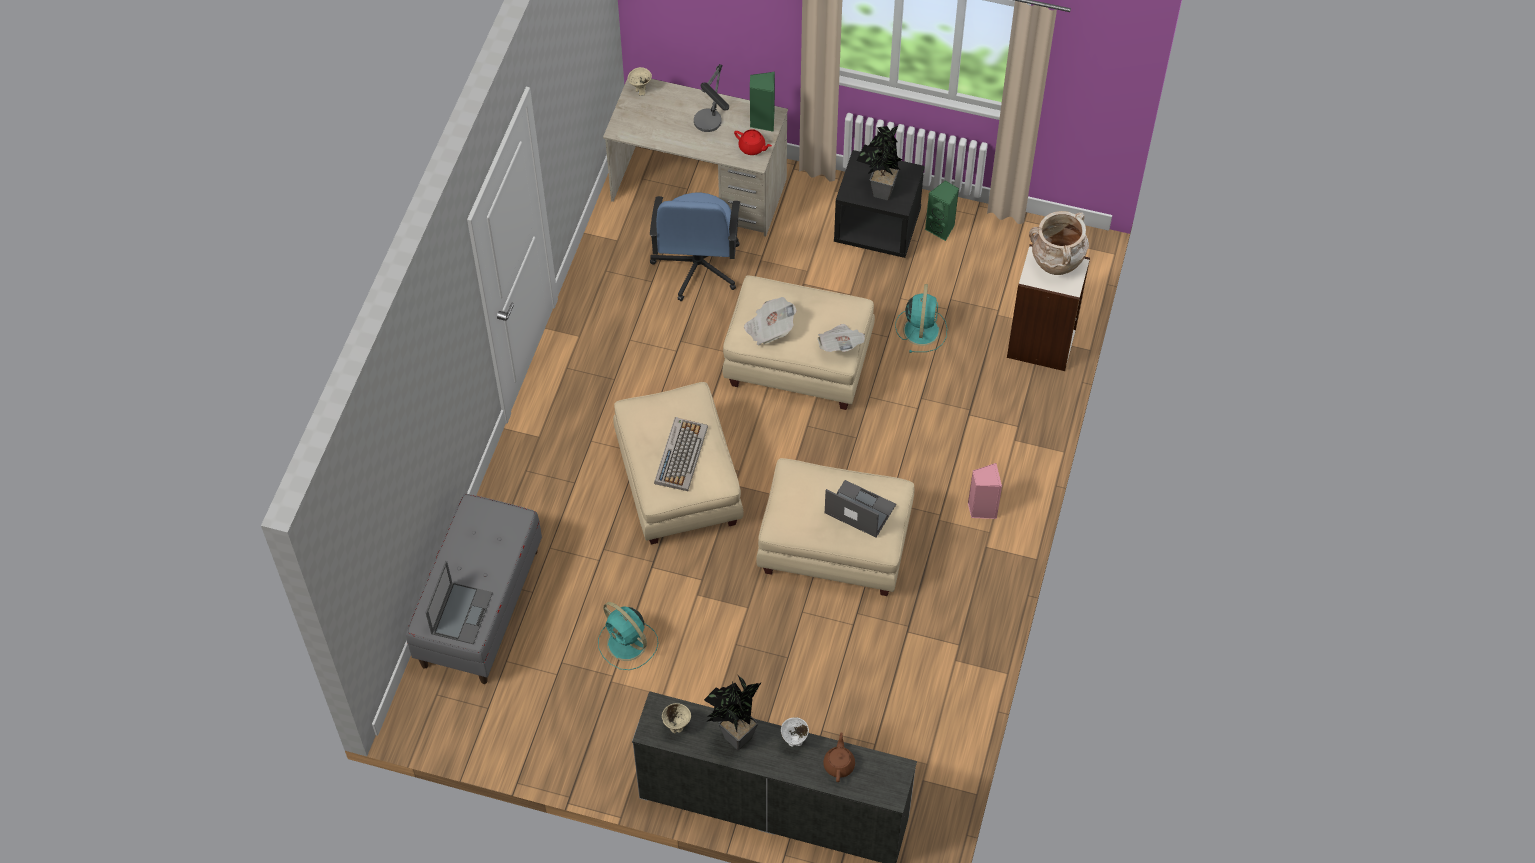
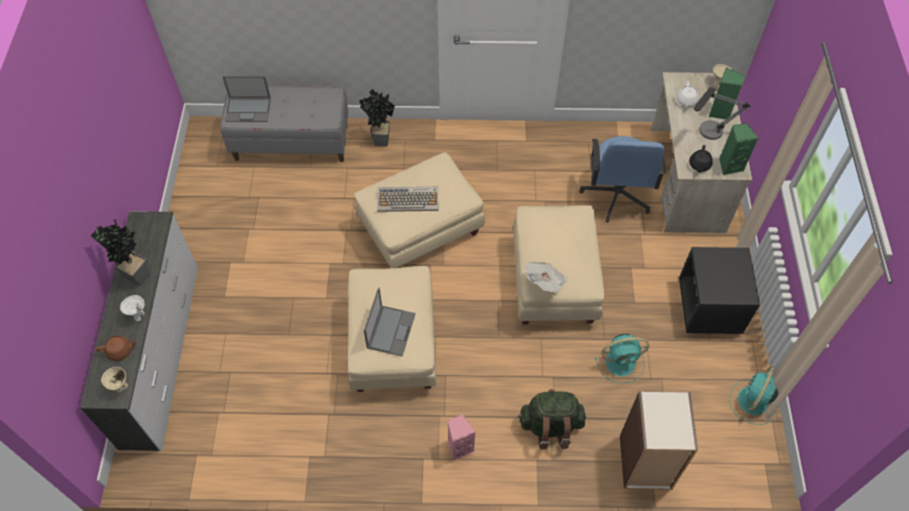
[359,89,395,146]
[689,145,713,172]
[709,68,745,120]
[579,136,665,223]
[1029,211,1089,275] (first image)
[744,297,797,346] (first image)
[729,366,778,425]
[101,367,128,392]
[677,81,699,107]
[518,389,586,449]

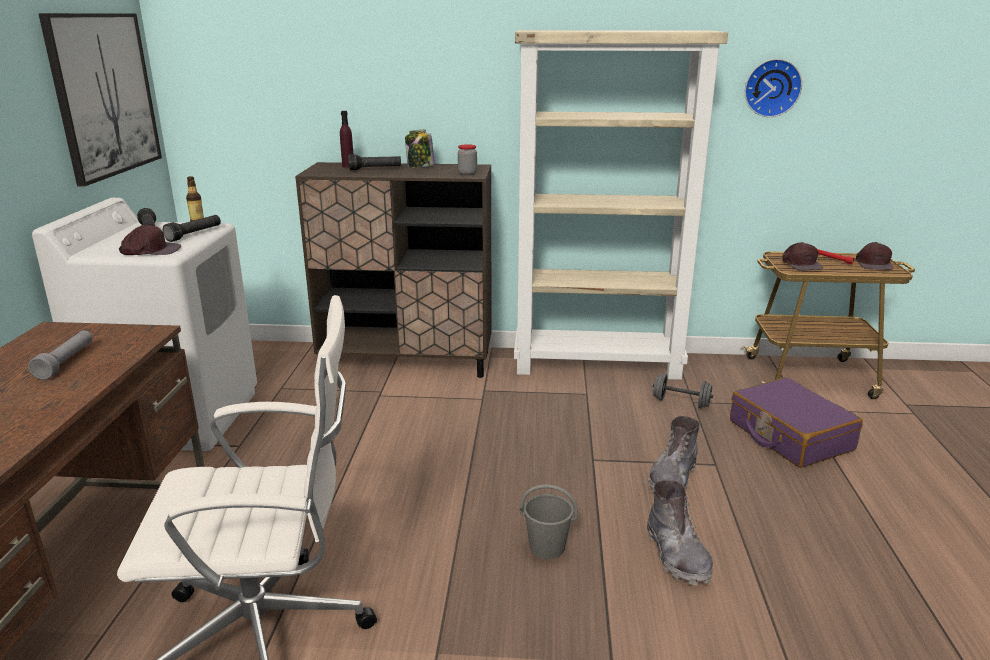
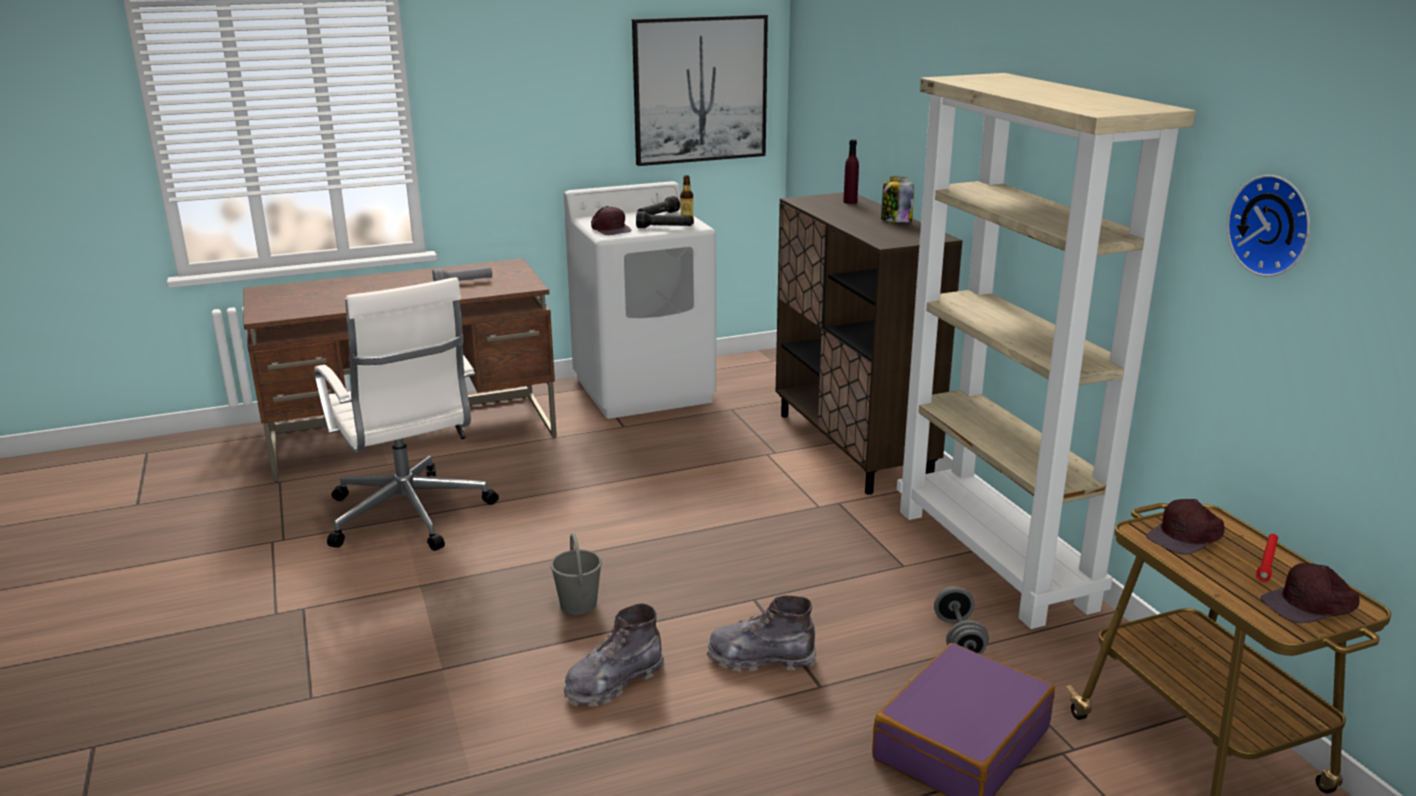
[458,144,477,175] (first image)
[349,154,401,170] (first image)

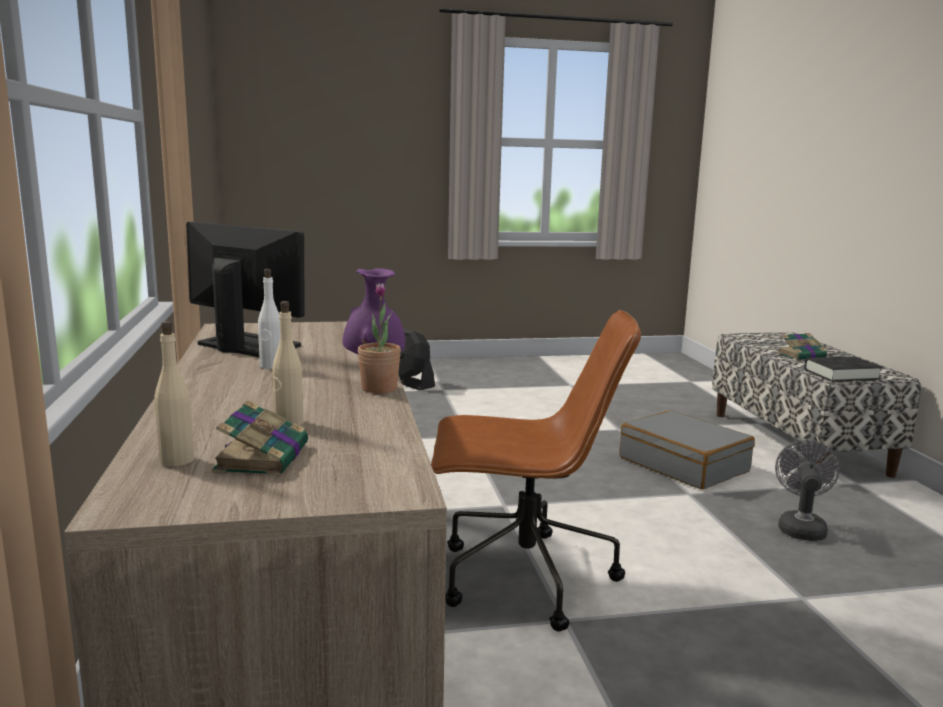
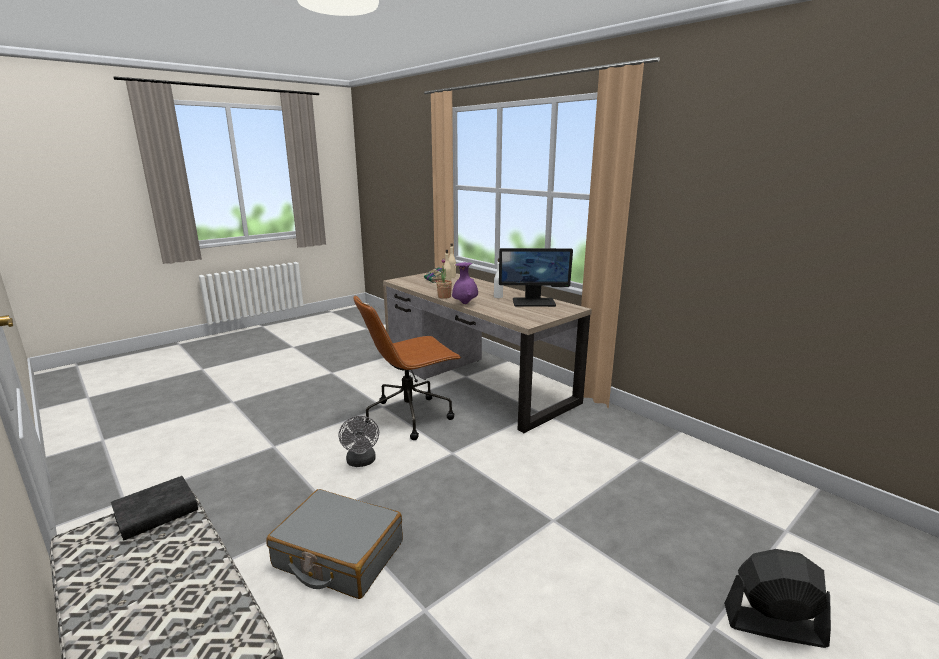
[777,333,828,360] (first image)
[339,416,379,467]

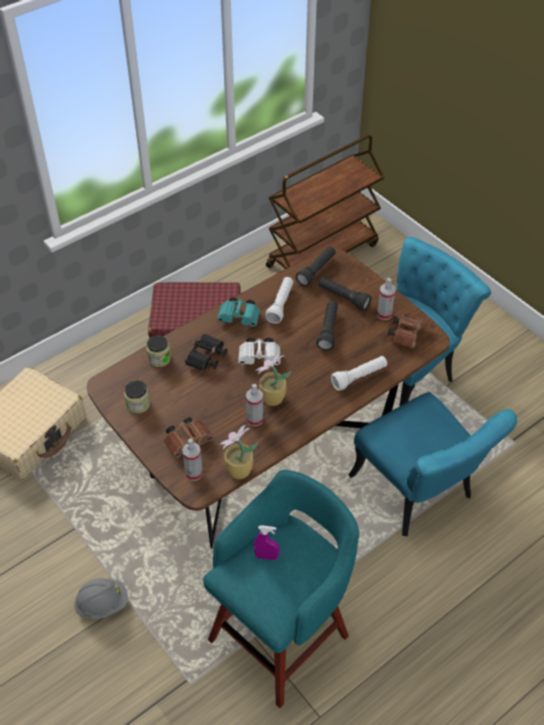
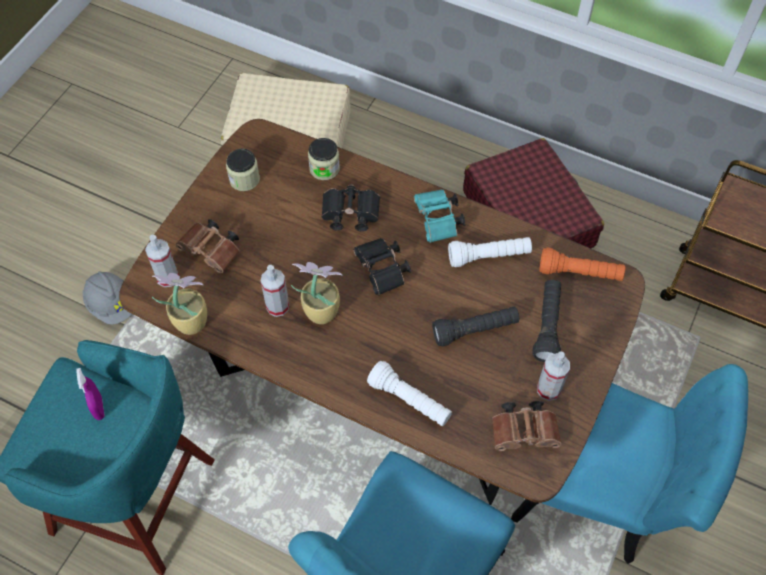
[539,247,625,281]
[353,238,411,295]

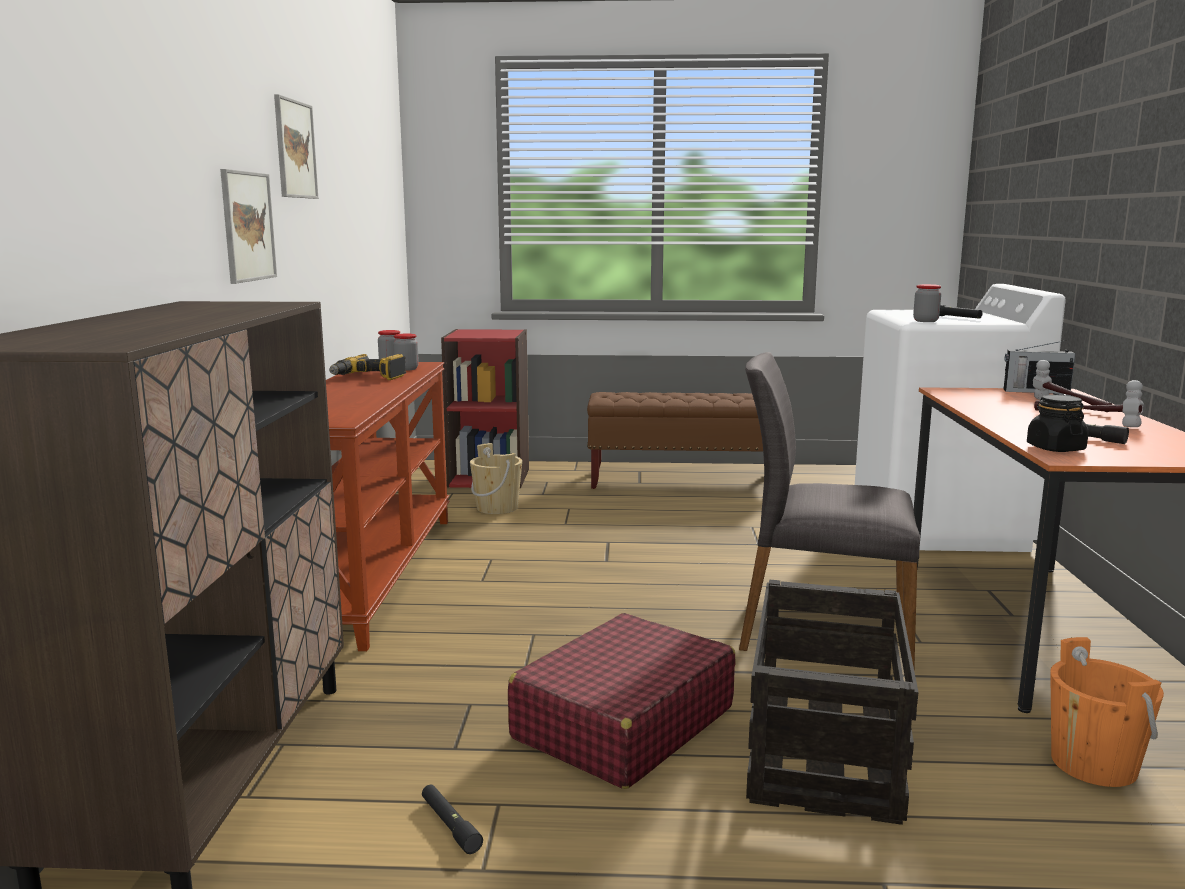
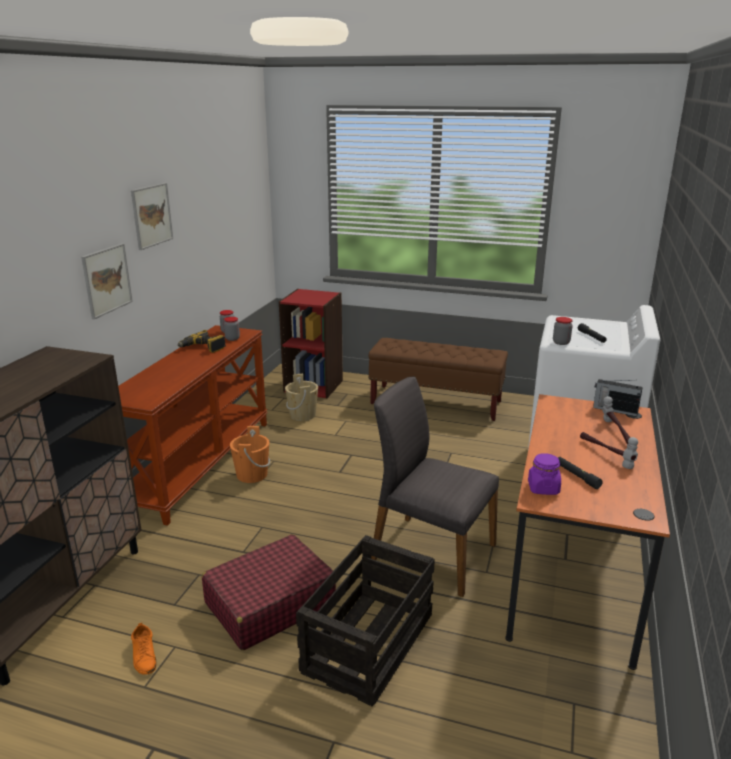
[528,453,561,495]
[230,426,270,483]
[131,623,156,675]

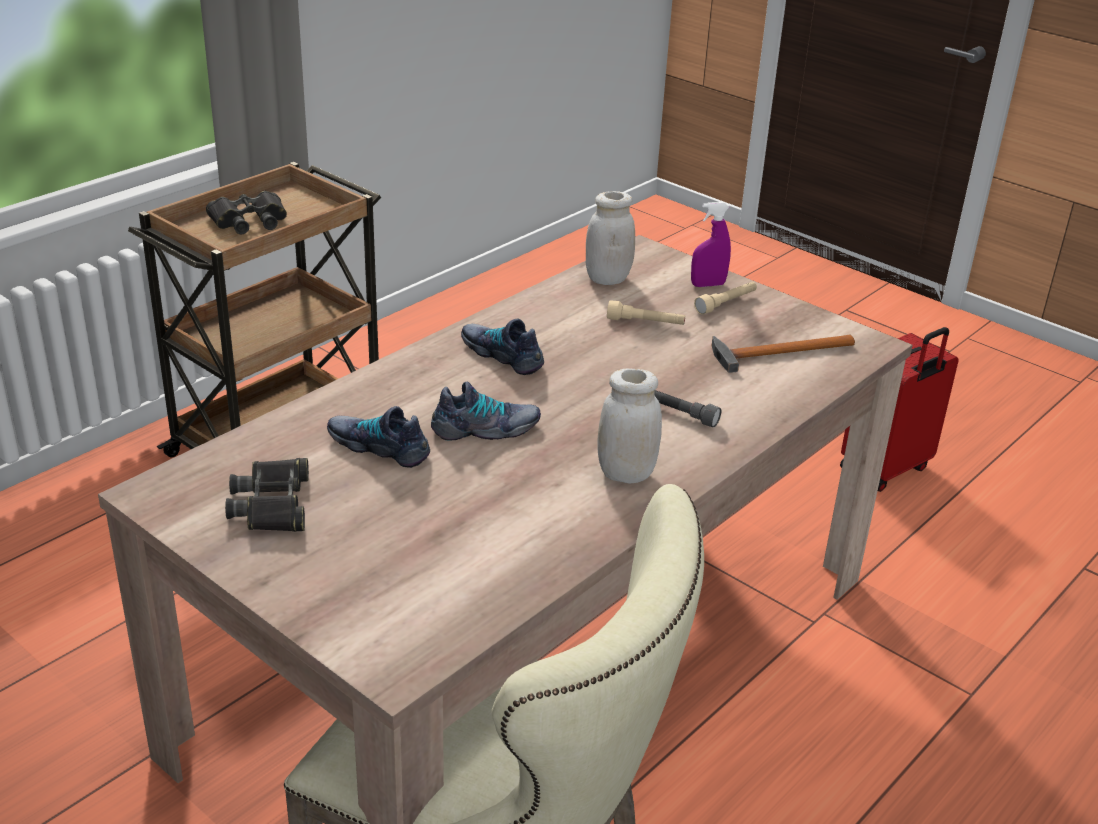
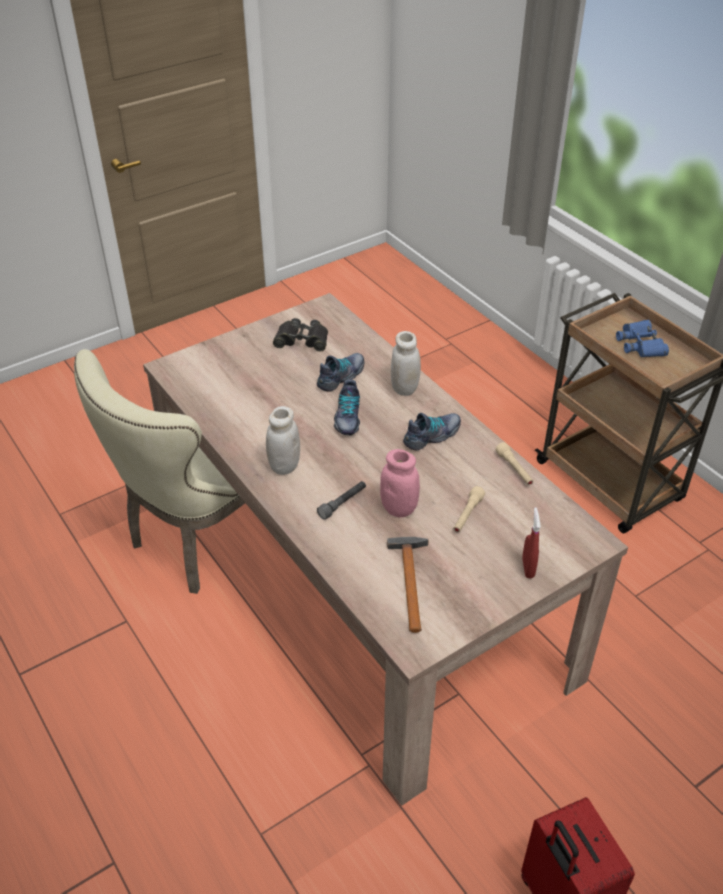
[616,320,669,357]
[391,331,421,396]
[522,507,541,579]
[496,442,533,485]
[380,449,420,517]

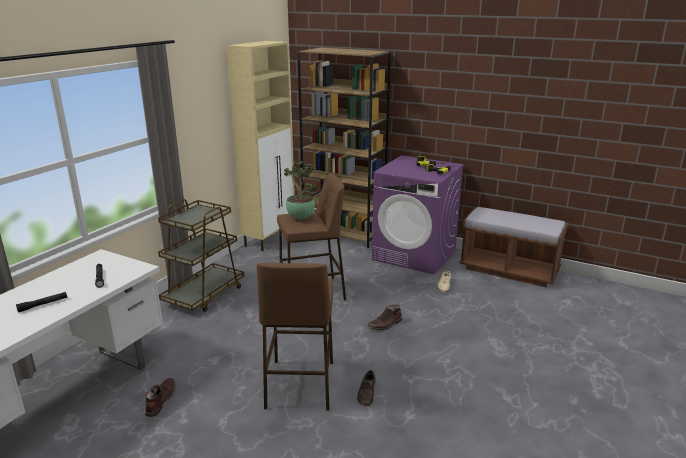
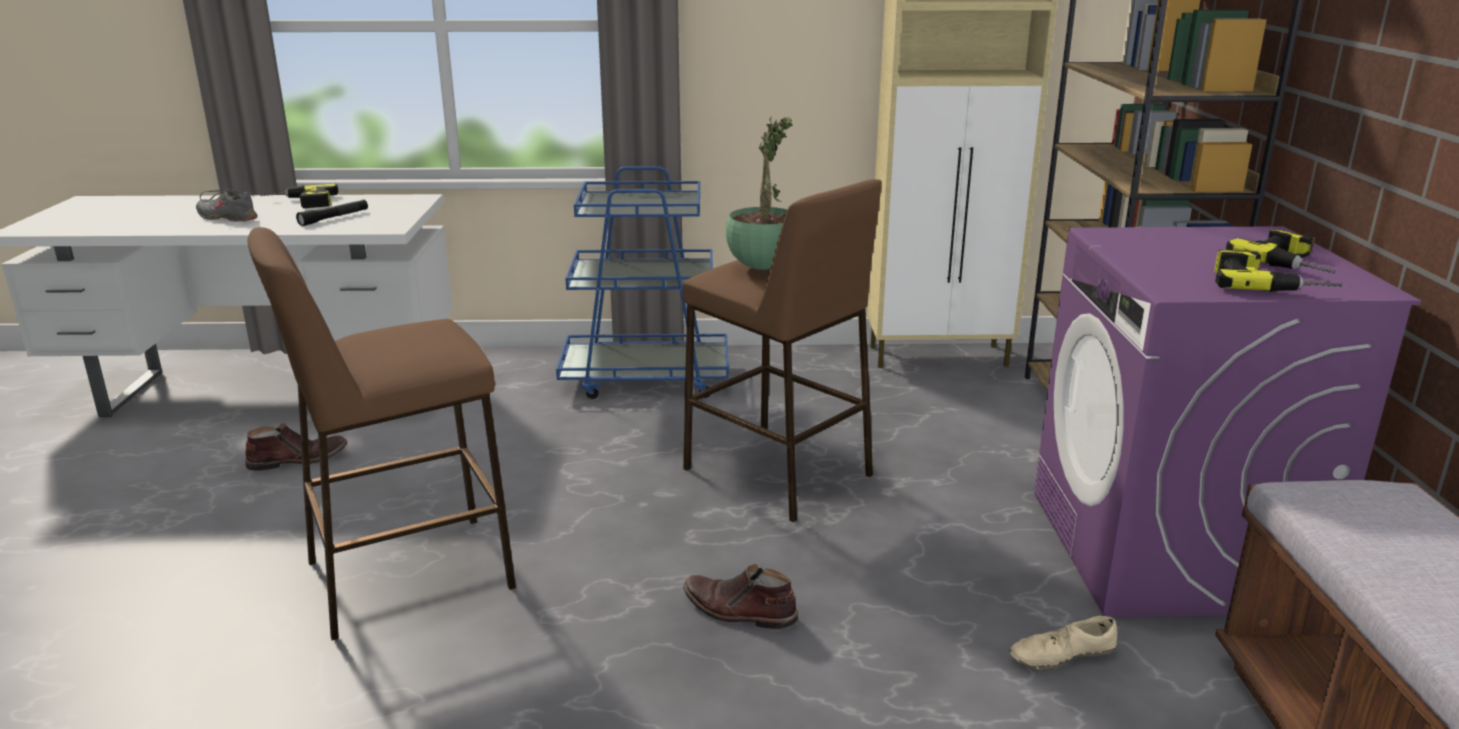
[556,166,729,399]
[196,188,257,222]
[357,370,375,406] (first image)
[260,184,339,209]

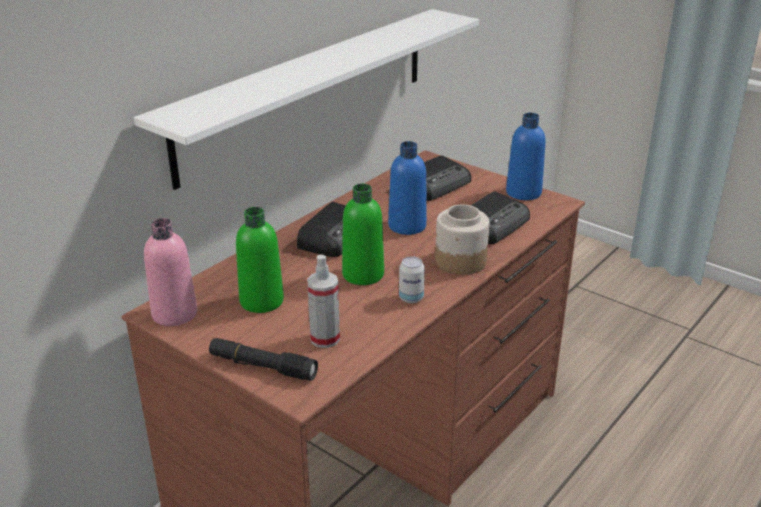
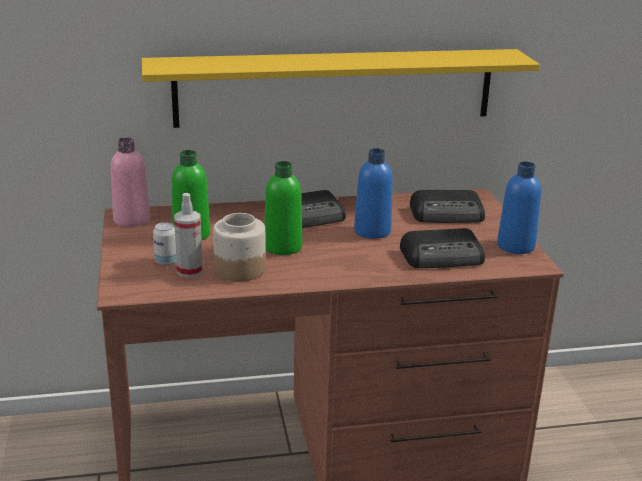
[142,49,540,128]
[213,213,266,282]
[153,222,176,265]
[209,338,318,381] (first image)

